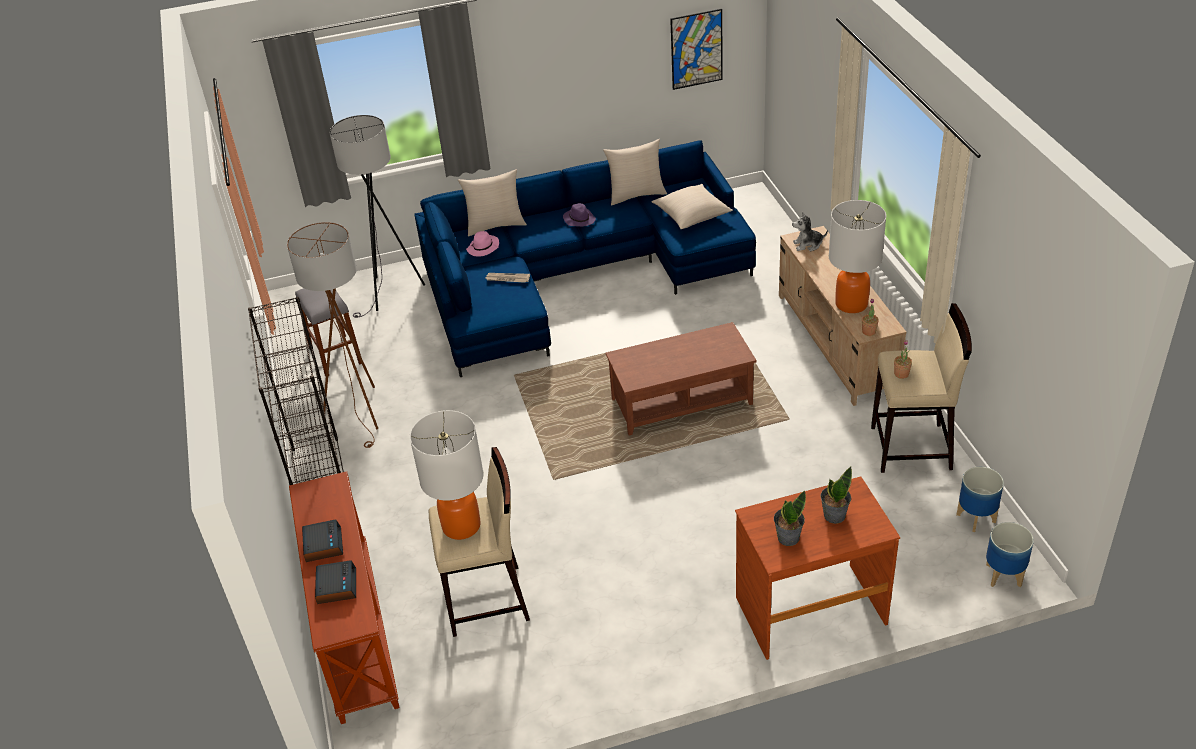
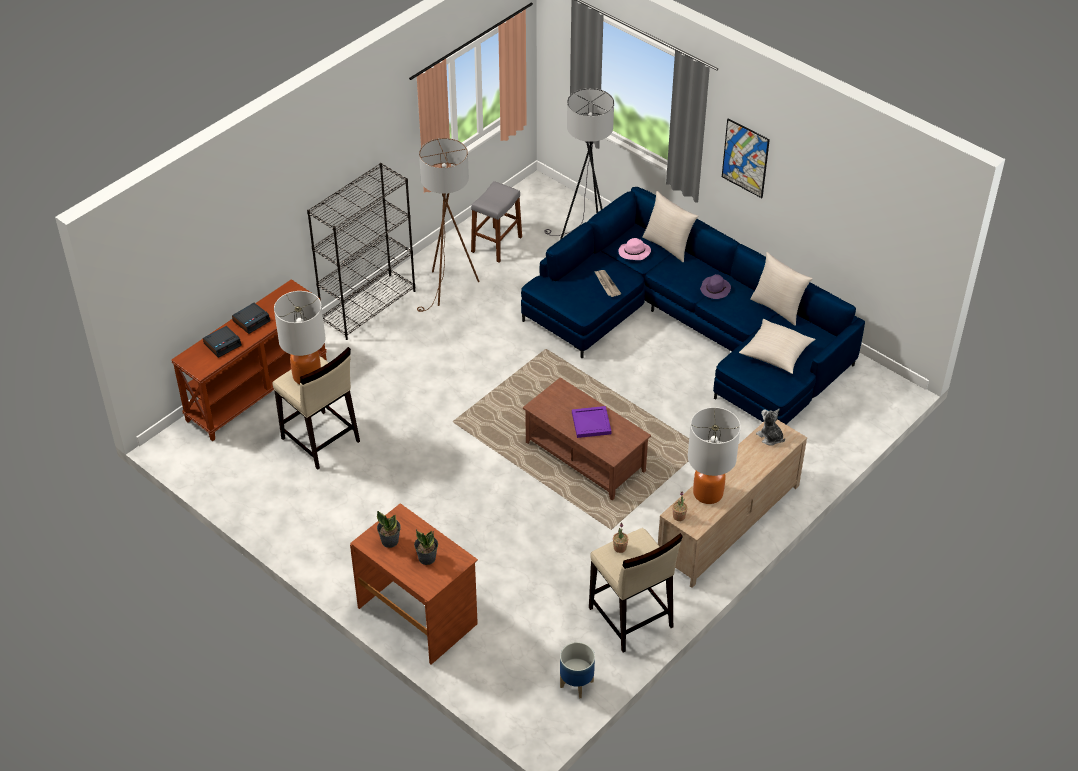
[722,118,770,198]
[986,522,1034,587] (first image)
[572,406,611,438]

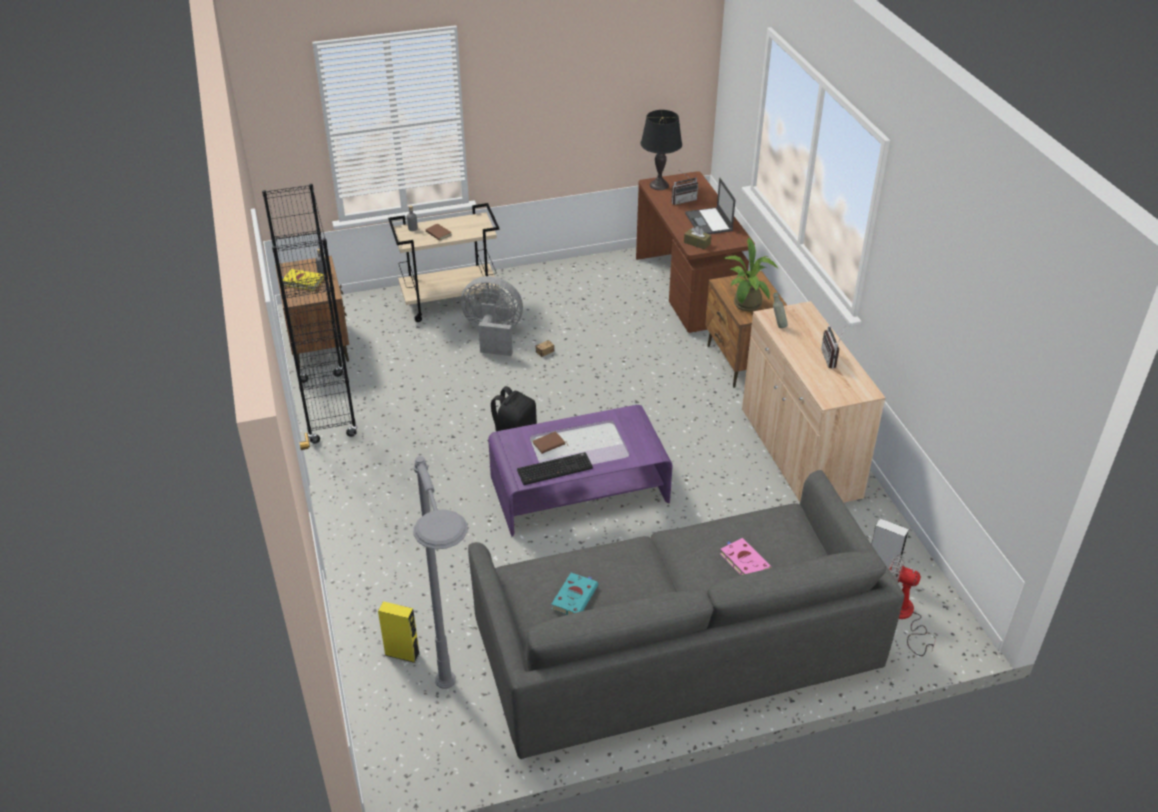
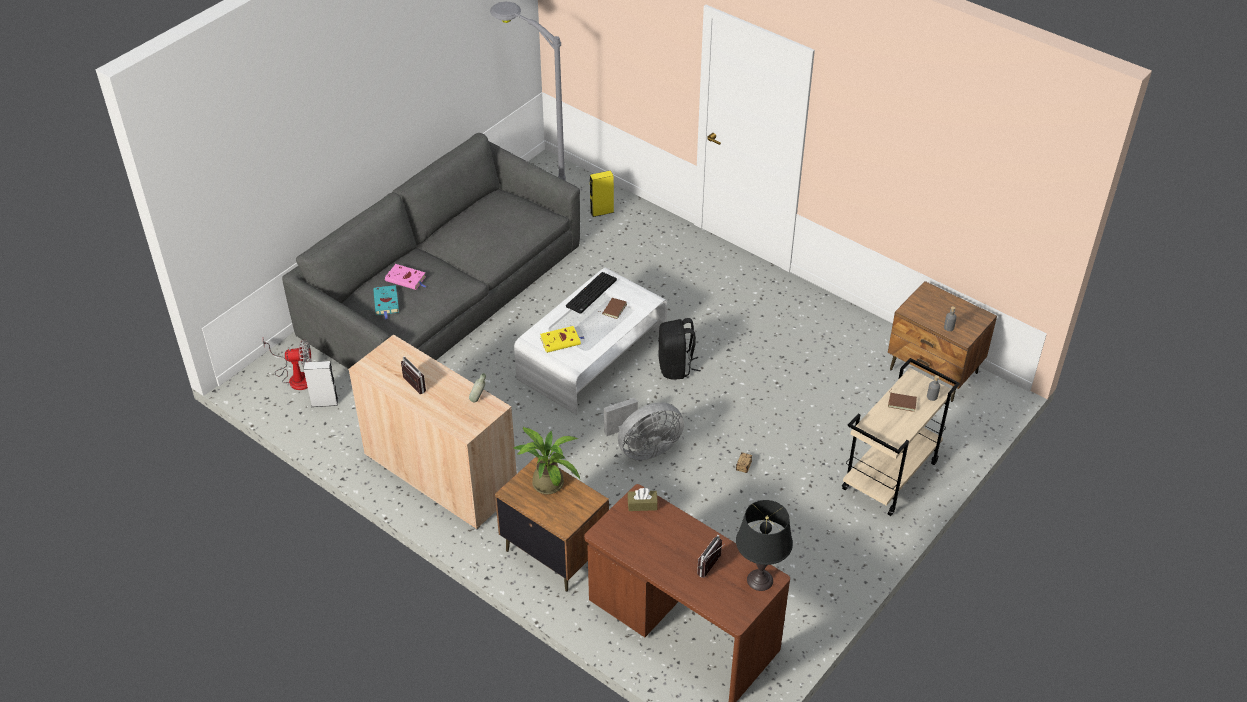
[685,177,736,234] (first image)
[262,184,358,444] (first image)
[540,326,584,353]
[604,398,684,460]
[514,268,667,415]
[373,285,399,319]

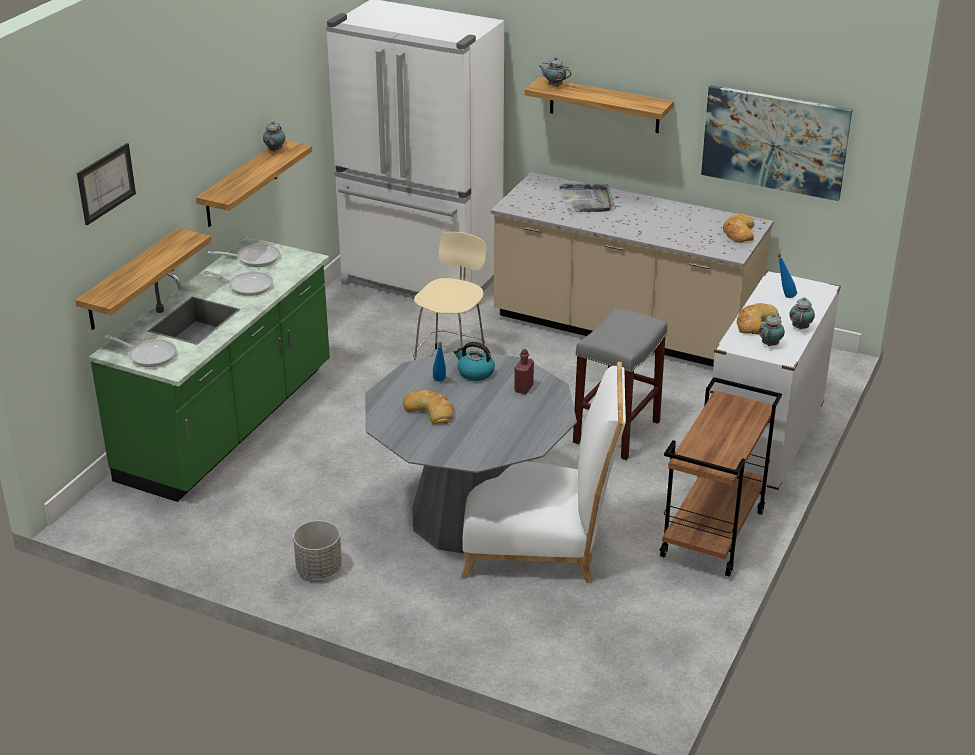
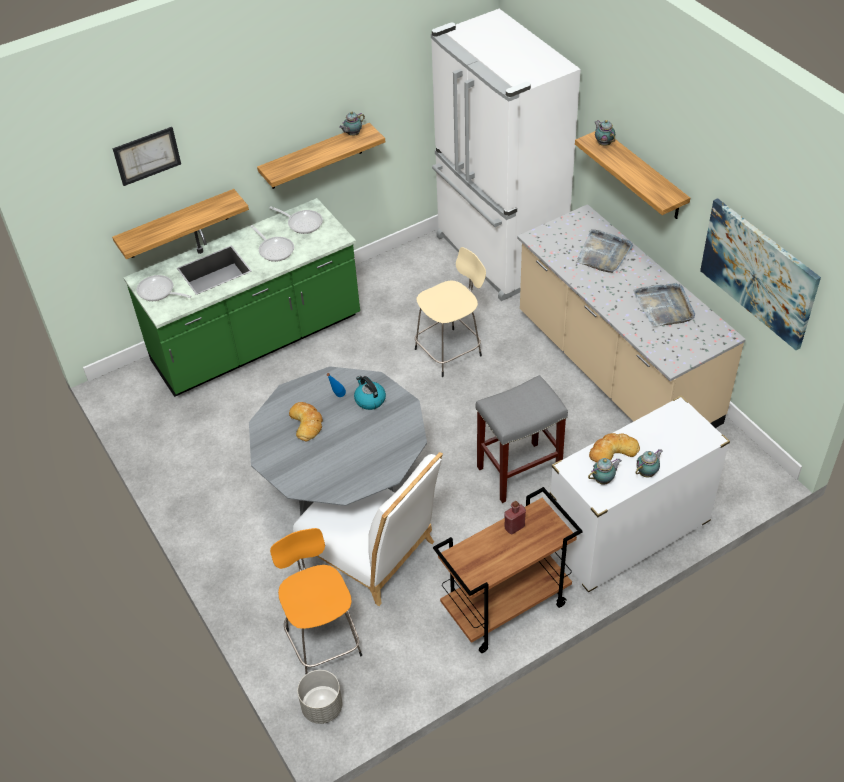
[723,214,754,243] (first image)
[777,253,797,298] (first image)
[136,275,191,301]
[504,501,526,534]
[297,670,342,724]
[633,283,695,327]
[270,528,362,675]

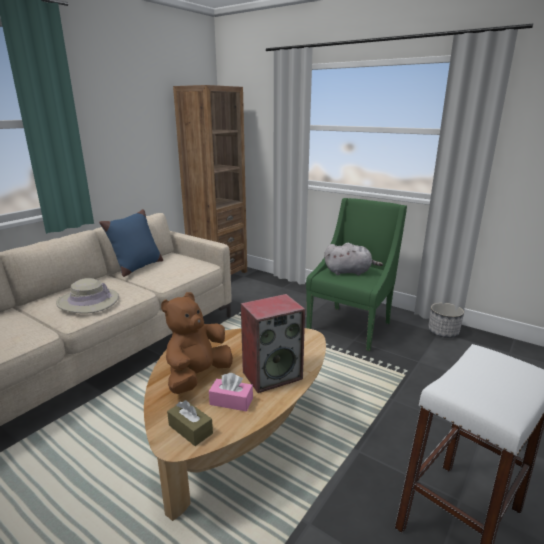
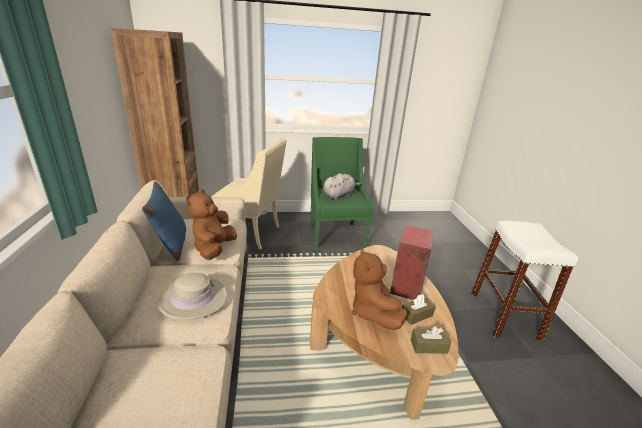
[428,302,464,338] (first image)
[402,294,436,325]
[211,138,286,250]
[186,189,237,260]

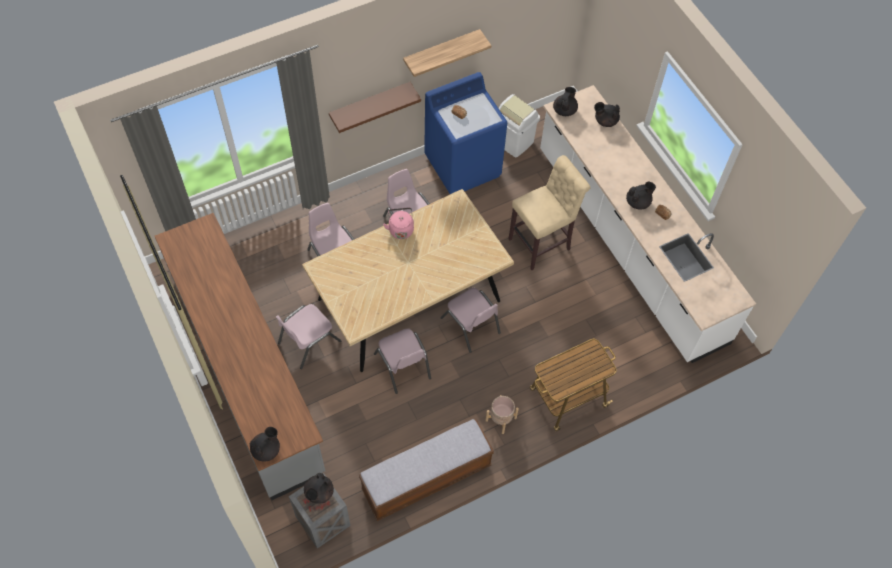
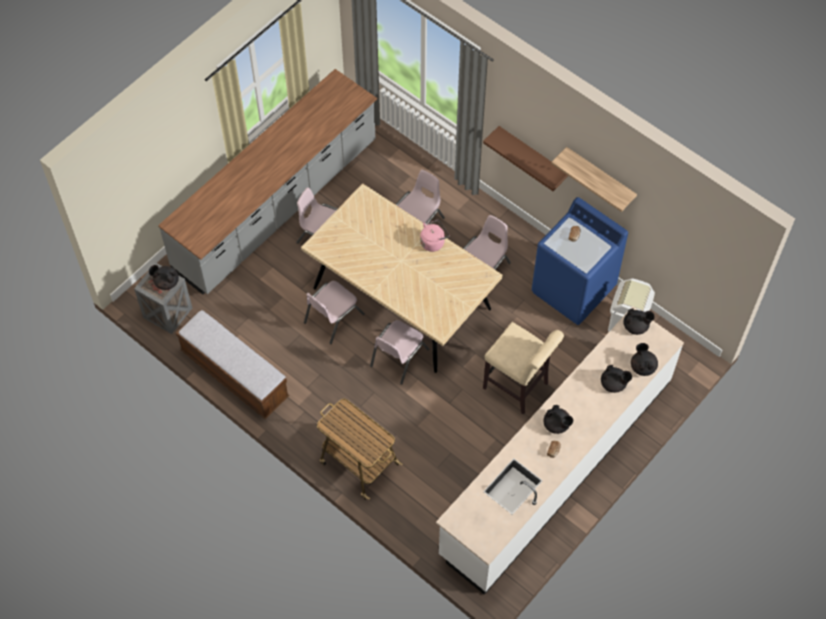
[486,395,519,434] (first image)
[601,365,632,393]

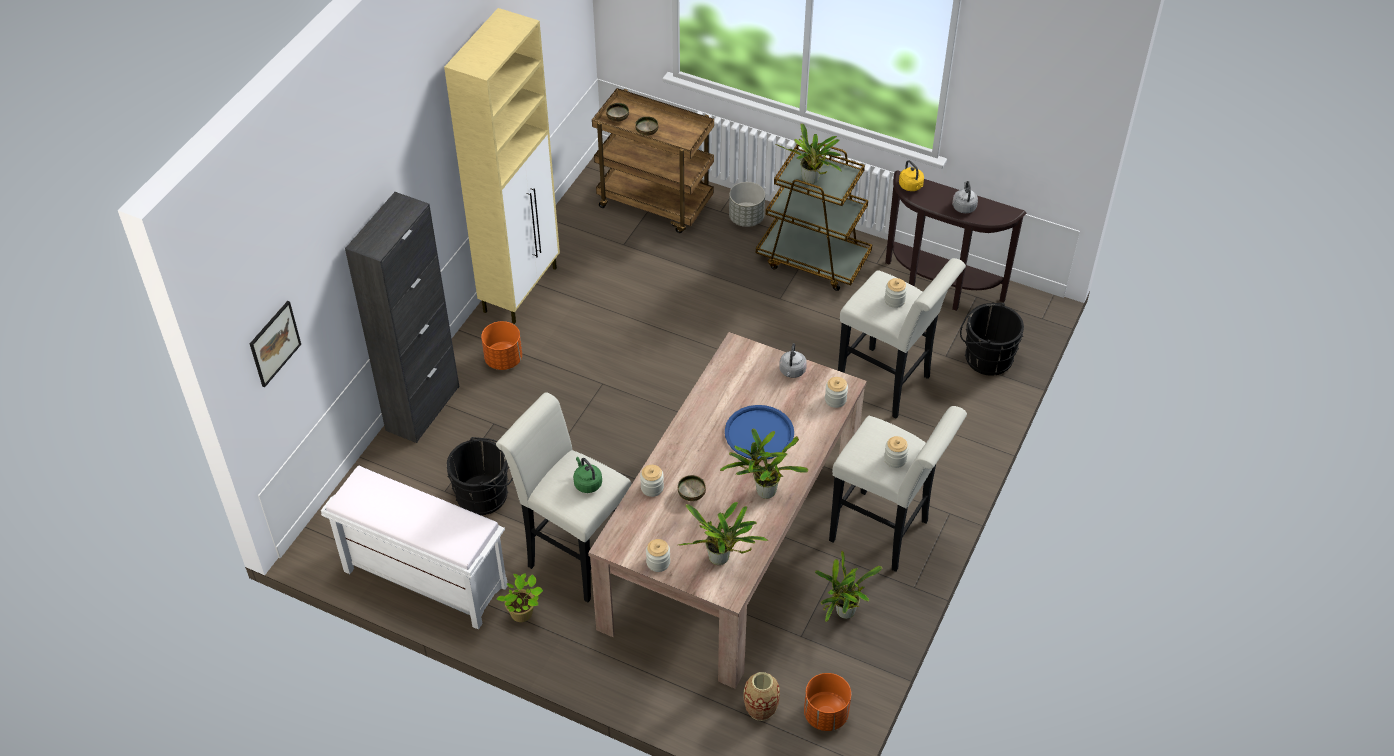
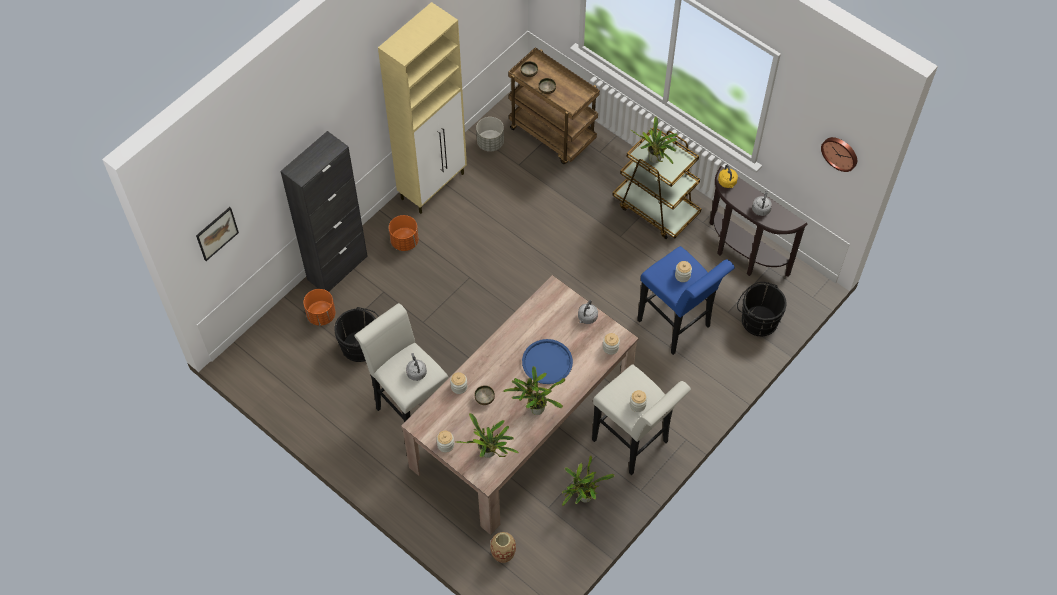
[476,117,504,152]
[637,246,735,355]
[406,353,427,381]
[321,466,508,630] (first image)
[496,573,543,622] (first image)
[303,289,336,326]
[821,137,857,172]

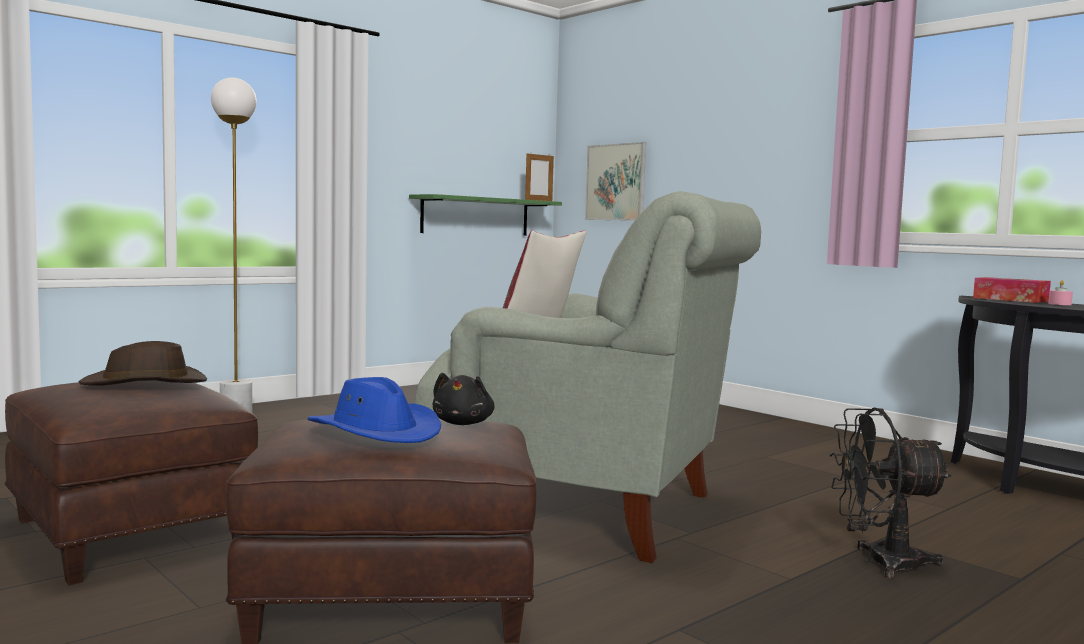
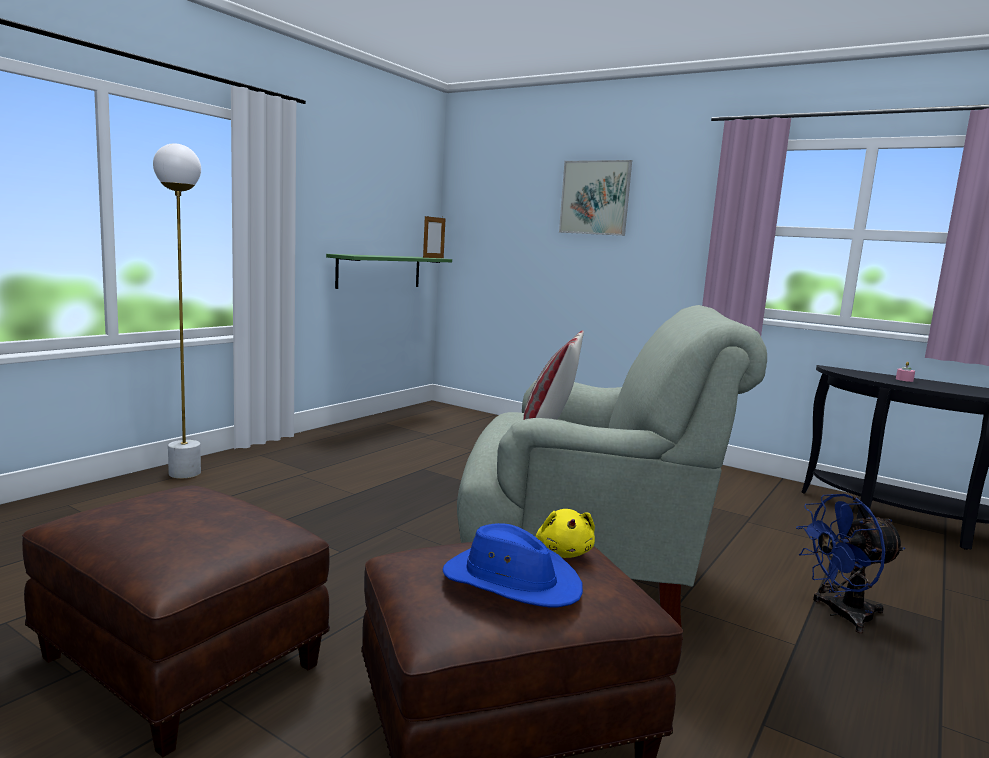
[559,160,632,236]
[973,277,1051,303] (first image)
[79,341,207,386] (first image)
[536,509,595,558]
[796,494,905,634]

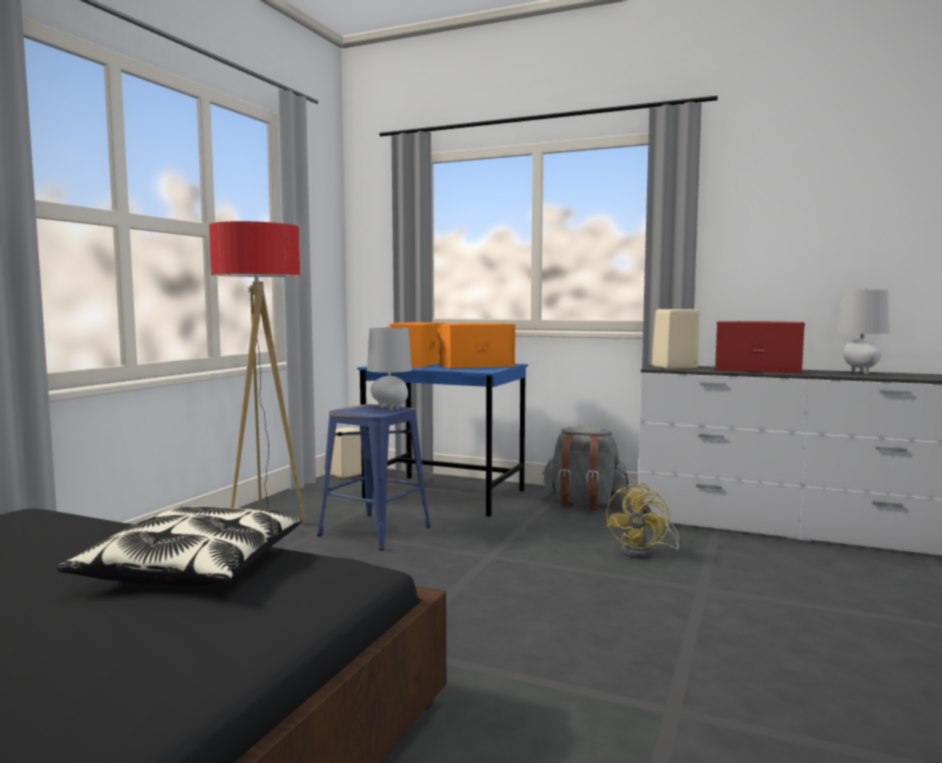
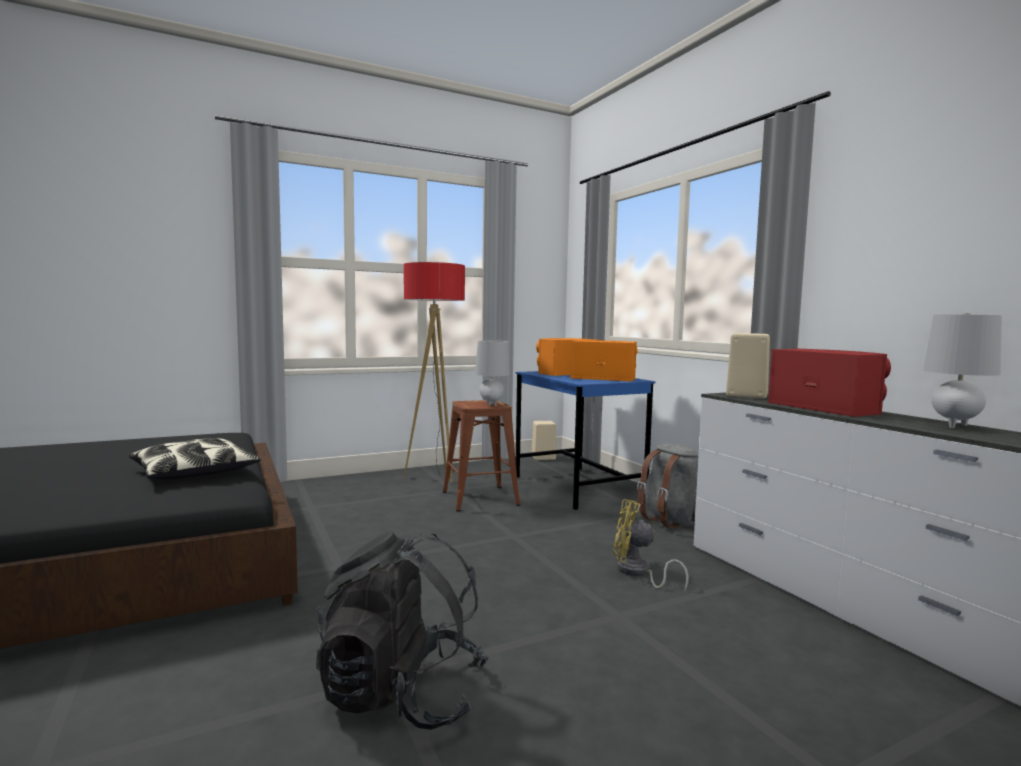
[443,400,520,512]
[614,499,689,592]
[316,531,489,730]

